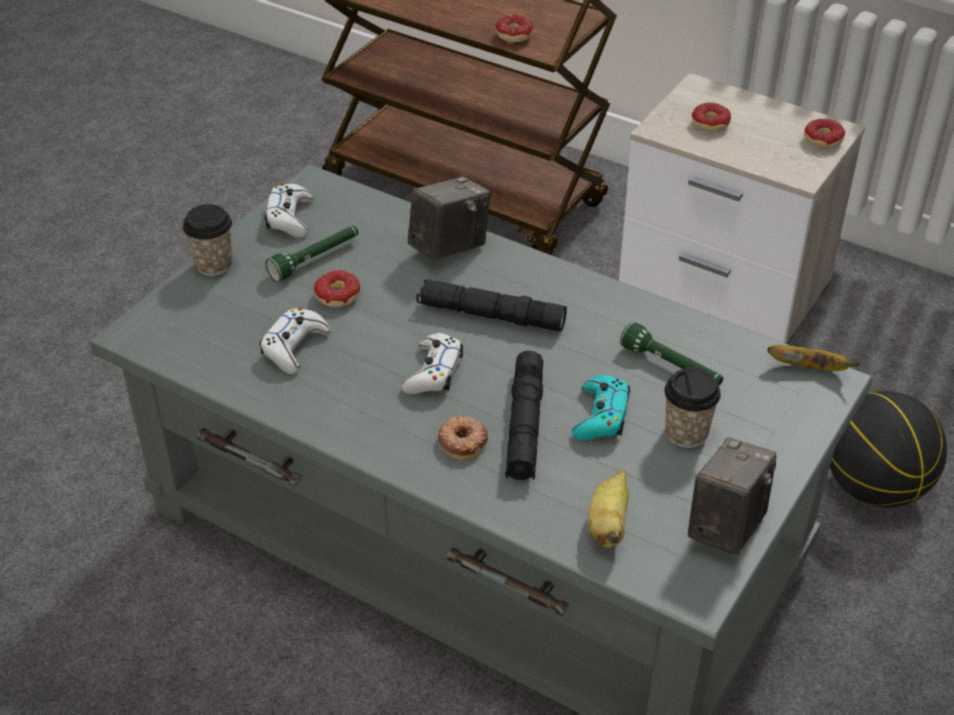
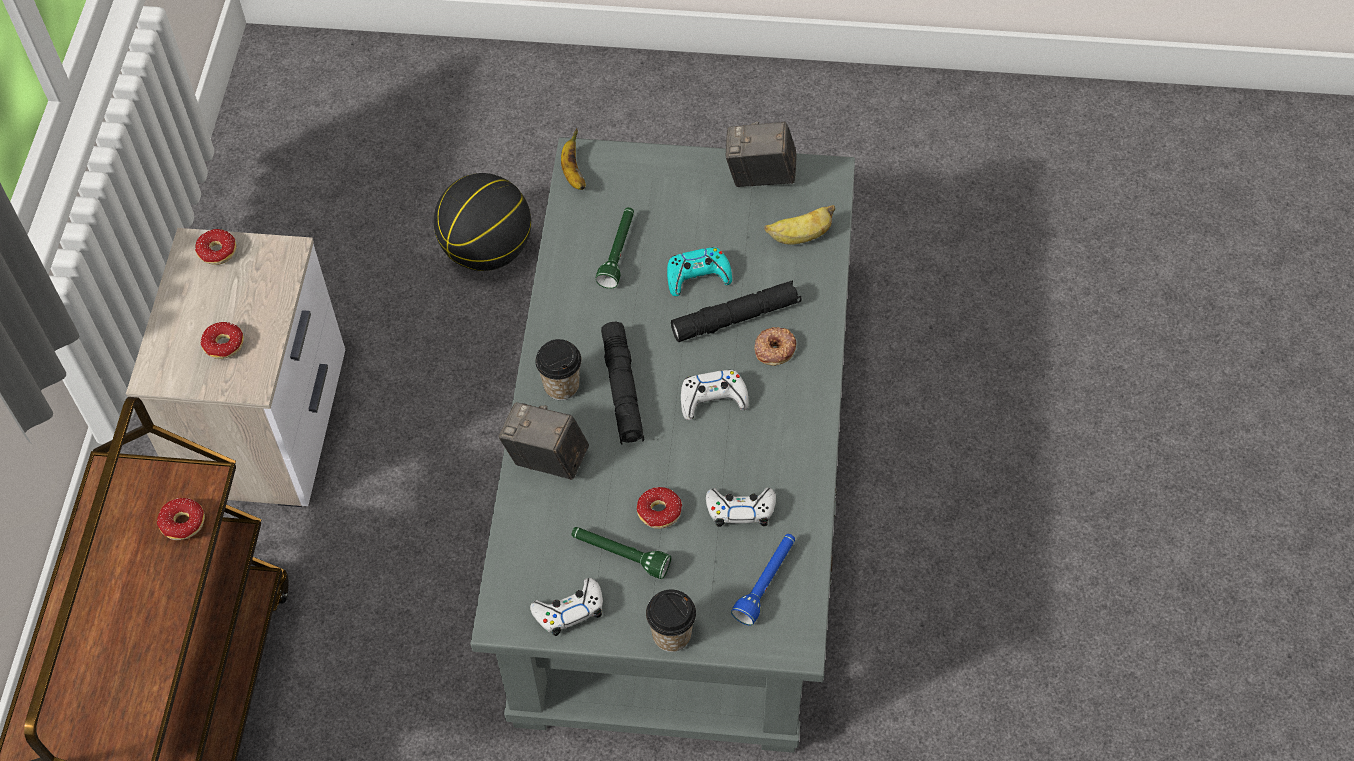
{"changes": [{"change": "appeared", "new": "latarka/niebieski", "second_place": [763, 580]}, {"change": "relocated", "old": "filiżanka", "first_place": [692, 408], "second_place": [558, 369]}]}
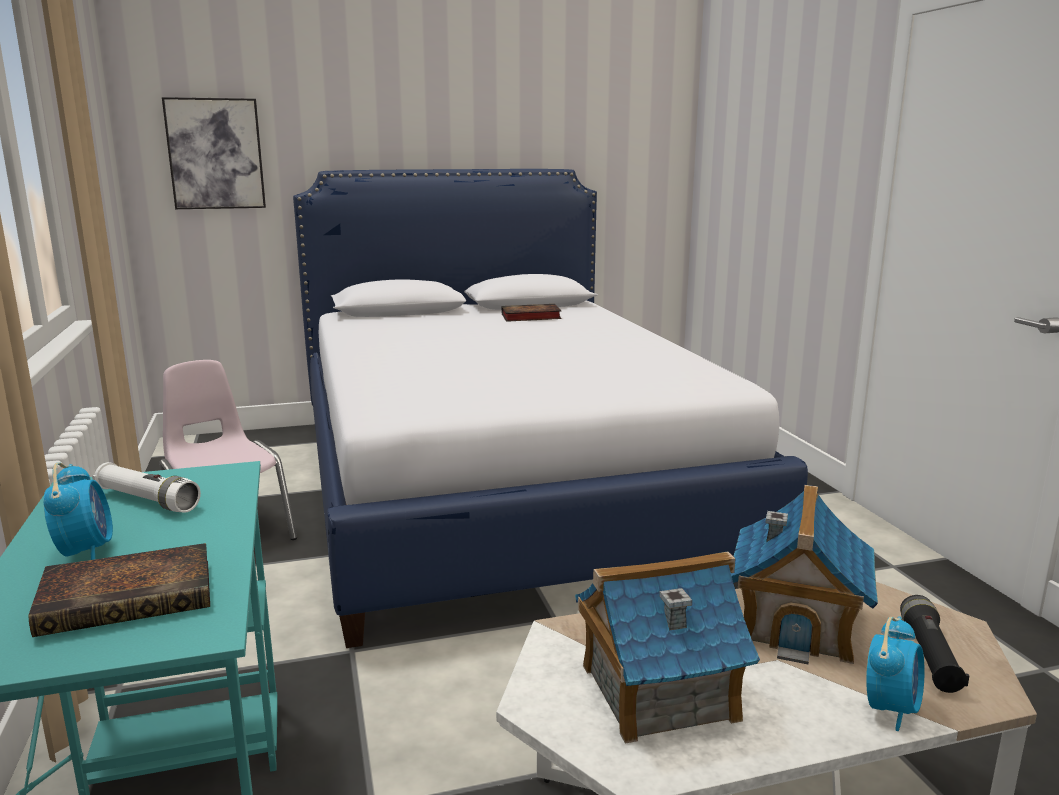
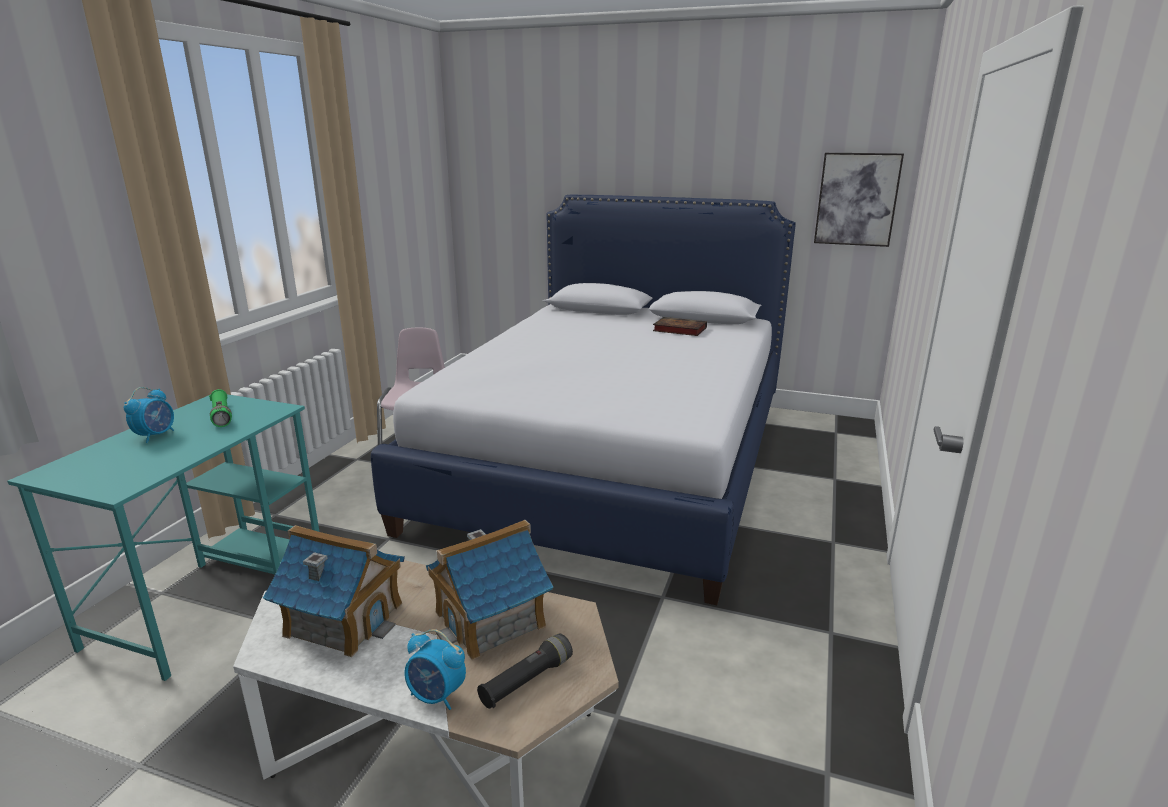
{"changes": [{"change": "missing", "old": "książka", "first_place": [119, 590]}, {"change": "relocated", "old": "obraz", "first_place": [214, 153], "second_place": [859, 200]}, {"change": "colour", "old": "latarka/biały", "new": "latarka/zielony", "first_place": [146, 487], "second_place": [220, 408]}, {"change": "spun", "old": "budzik", "first_place": [895, 673], "second_place": [435, 669], "degrees": 45}]}
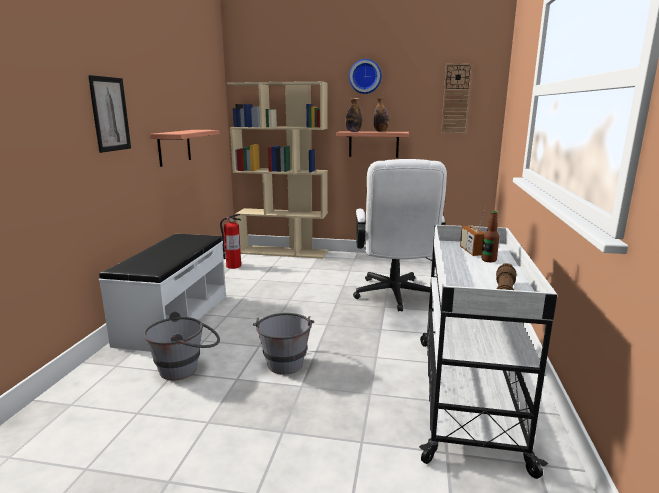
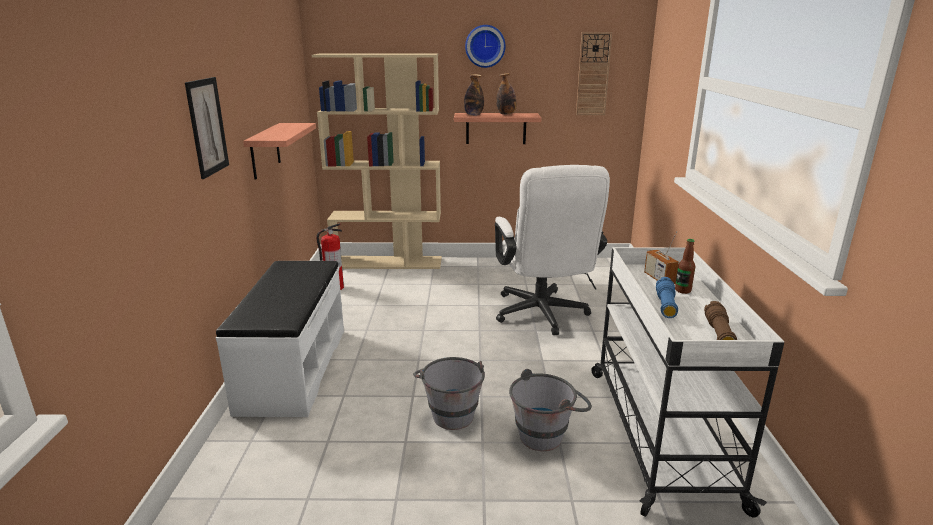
{"changes": [{"change": "appeared", "new": "latarka/niebieski", "second_place": [667, 297]}, {"change": "relocated", "old": "wiadro/szary", "first_place": [181, 346], "second_place": [550, 410]}]}
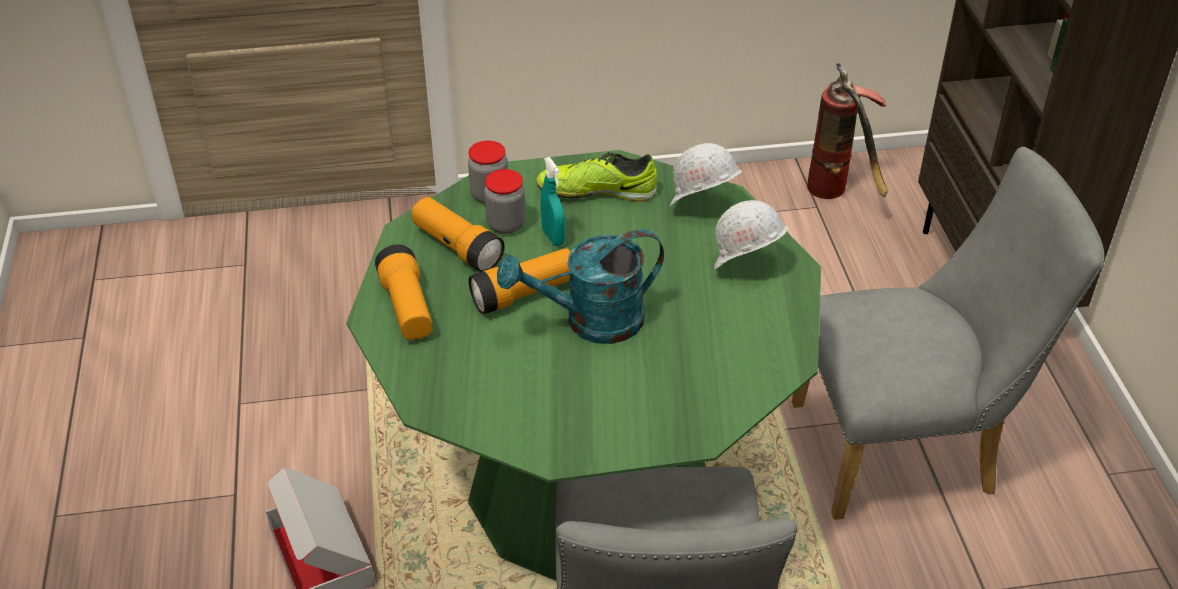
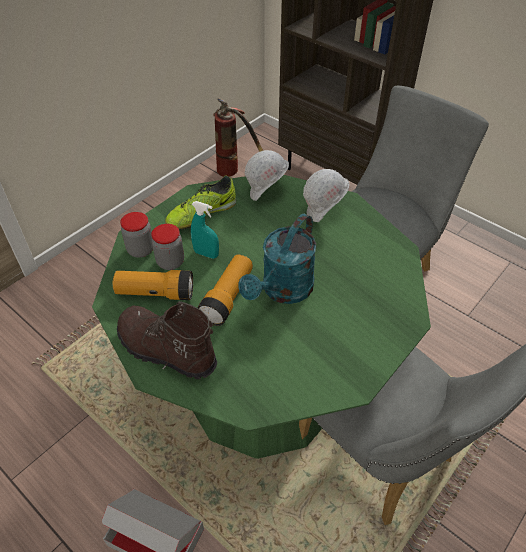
{"changes": [{"change": "exchanged", "old": "latarka", "new": "but z cholewką/brązowy", "first_place": [403, 292], "second_place": [167, 340]}]}
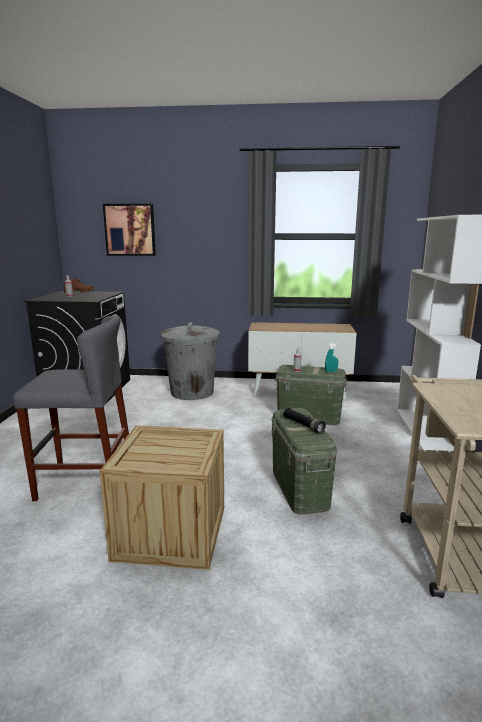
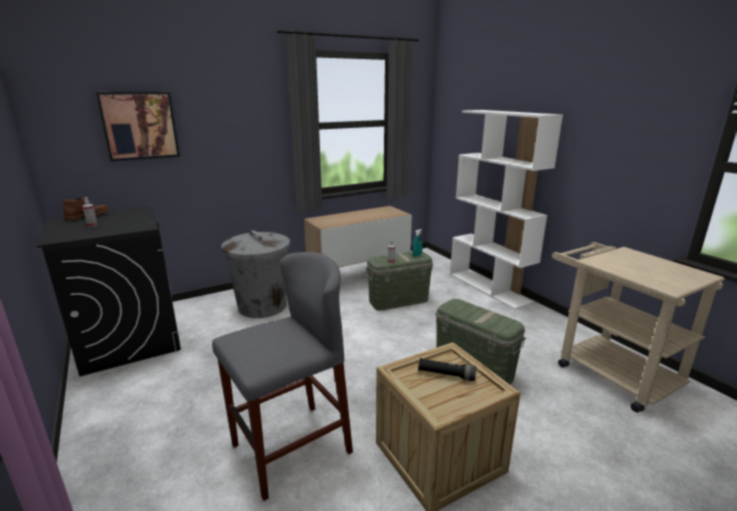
{"changes": [{"change": "relocated", "old": "latarka/czarny", "first_place": [304, 421], "second_place": [447, 369]}]}
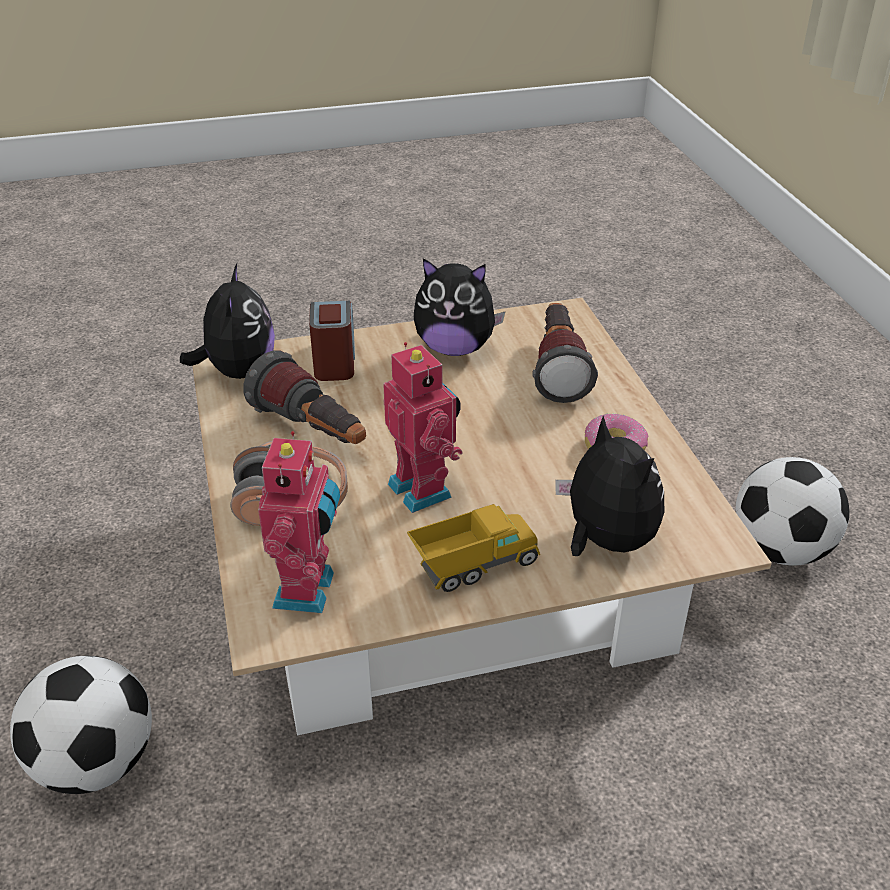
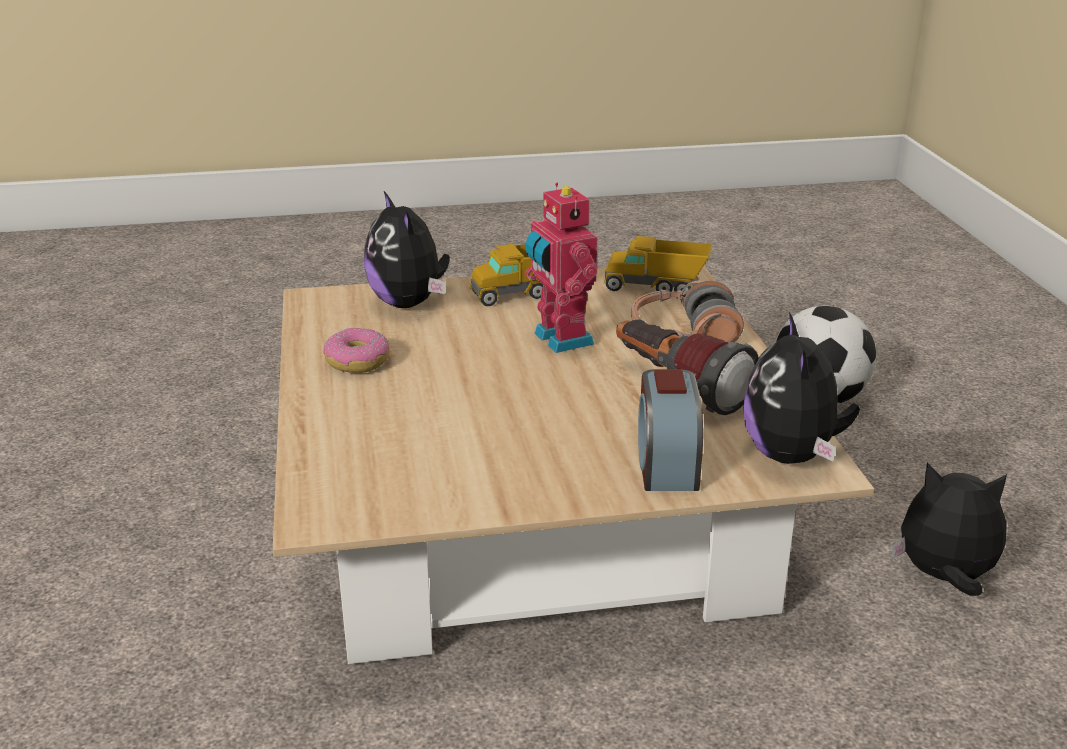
{"changes": [{"change": "missing", "old": "latarka", "first_place": [565, 353]}, {"change": "missing", "old": "piłka futbolowa", "first_place": [792, 511]}, {"change": "relocated", "old": "pluszak", "first_place": [460, 307], "second_place": [949, 529]}, {"change": "exchanged", "old": "robot zabawkowy", "new": "ciężarówka zabawkowa", "first_place": [299, 522], "second_place": [658, 266]}]}
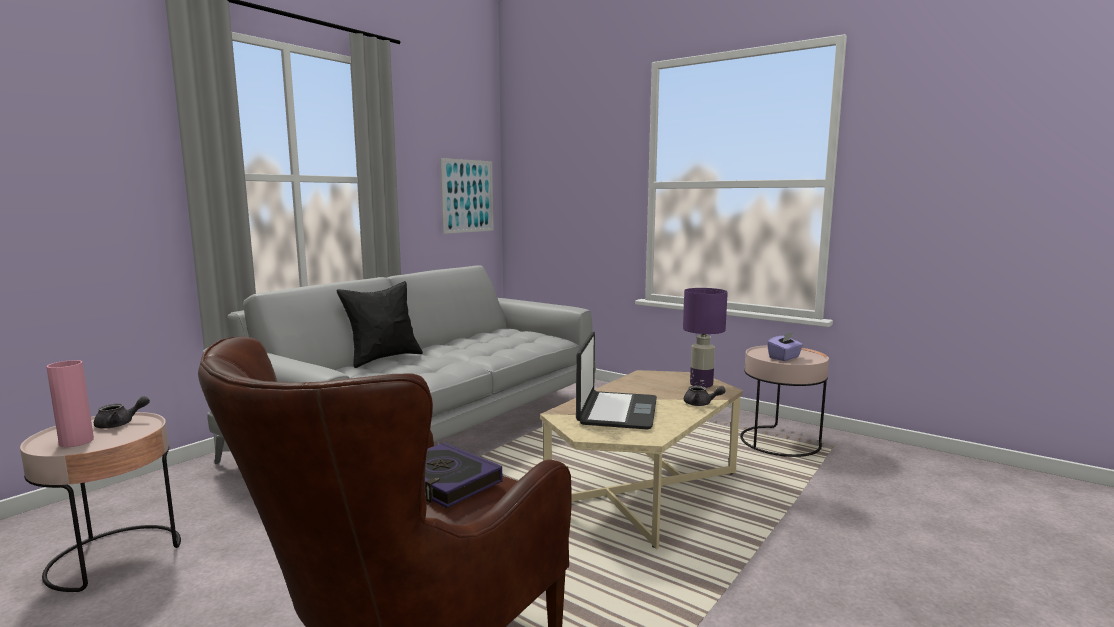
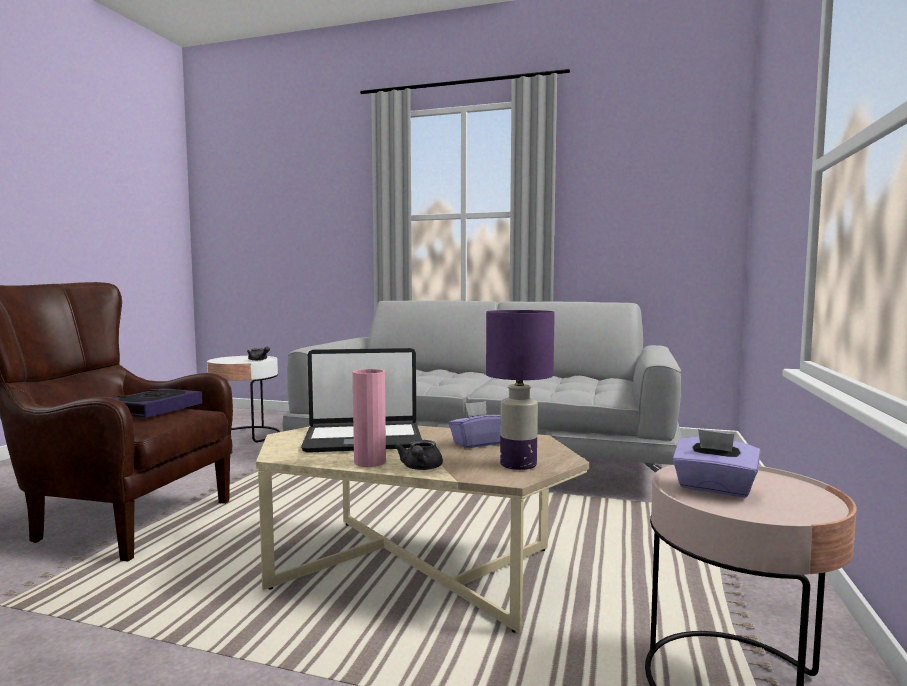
{"changes": [{"change": "missing", "old": "poduszka/czarny", "first_place": [380, 324]}, {"change": "missing", "old": "obraz", "first_place": [467, 196]}, {"change": "appeared", "new": "pudełko chusteczek/fioletowy", "second_place": [474, 424]}, {"change": "relocated", "old": "wazon/różowy", "first_place": [70, 403], "second_place": [369, 418]}, {"change": "colour", "old": "stolik/różowy", "new": "stolik/biały", "first_place": [100, 502], "second_place": [243, 399]}]}
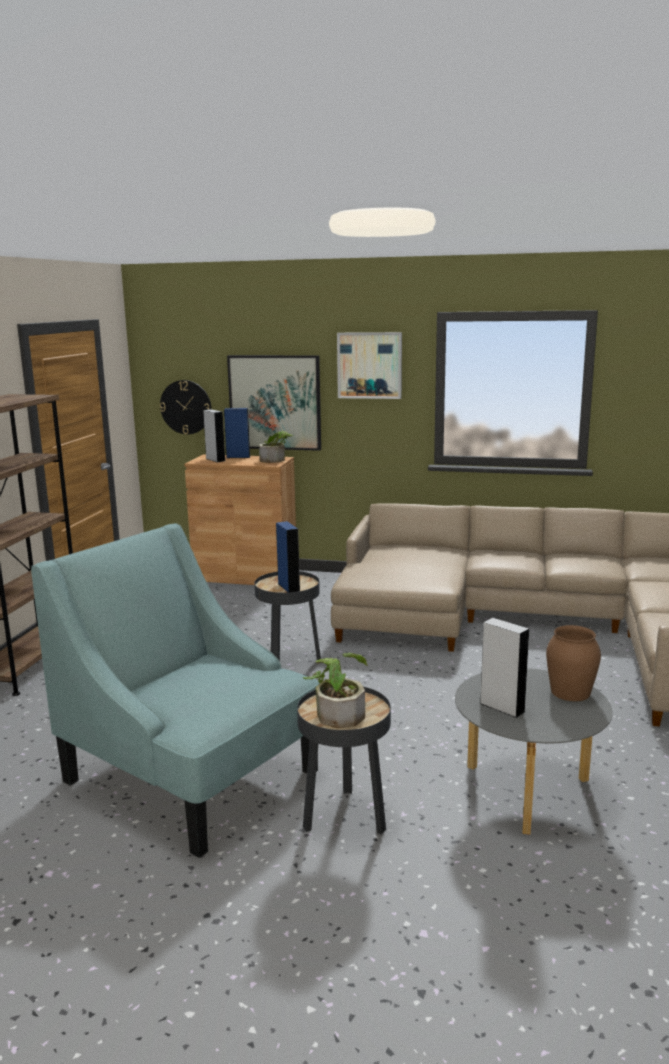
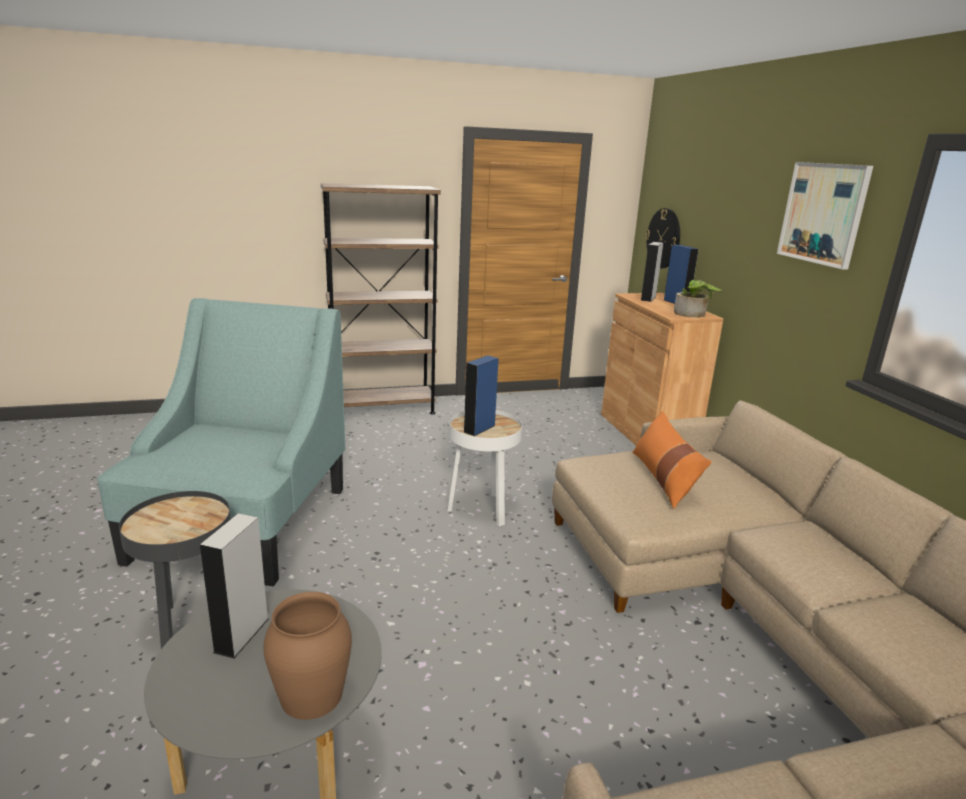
{"changes": [{"change": "missing", "old": "obraz", "first_place": [274, 403]}, {"change": "missing", "old": "roślina doniczkowa", "first_place": [335, 690]}, {"change": "appeared", "new": "poduszka/pomarańczowy", "second_place": [672, 460]}, {"change": "colour", "old": "stolik/czarny", "new": "stolik/biały", "first_place": [287, 616], "second_place": [484, 468]}]}
